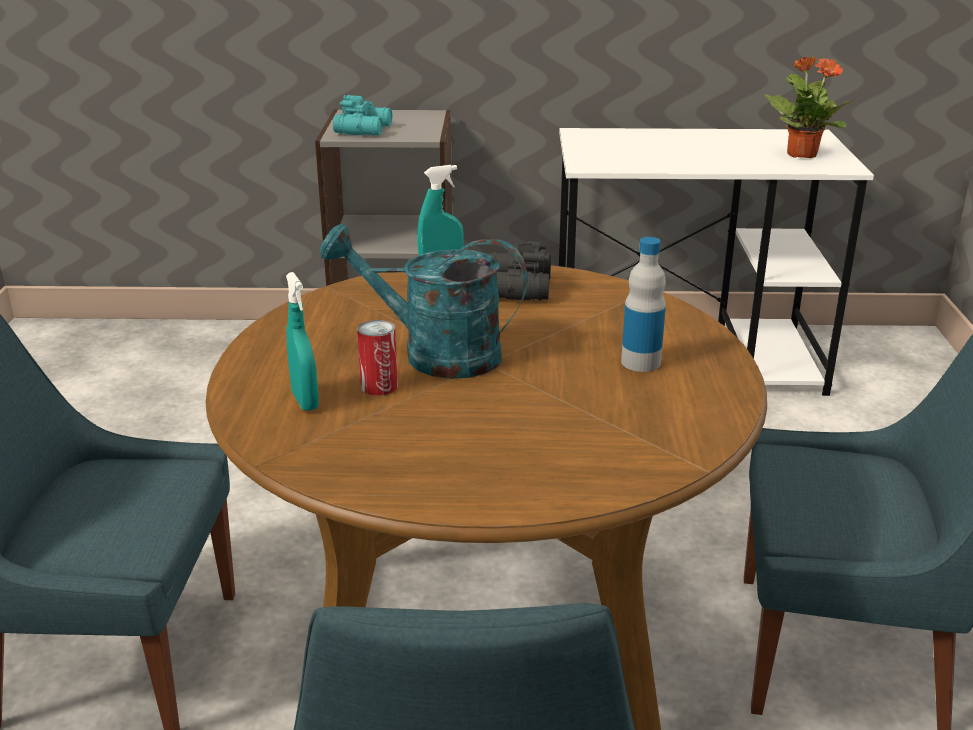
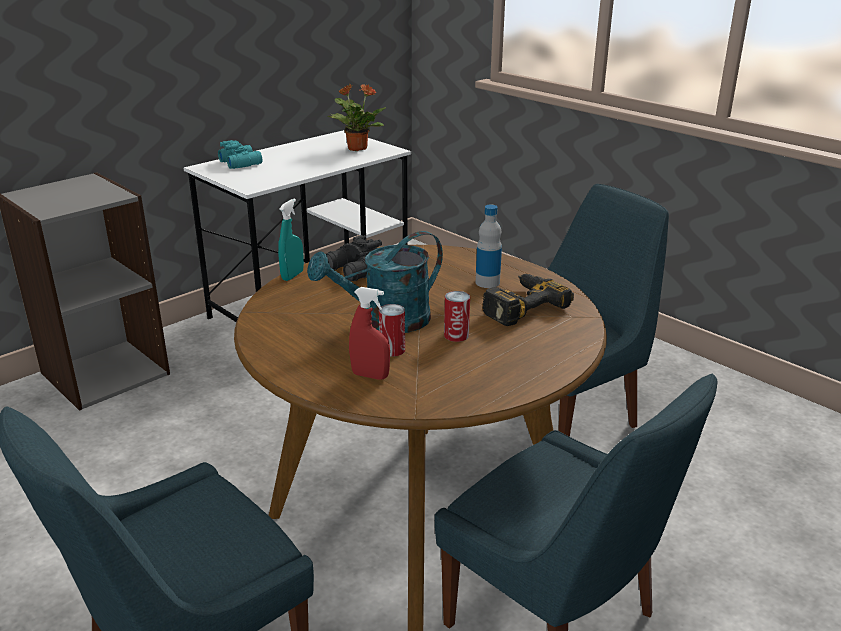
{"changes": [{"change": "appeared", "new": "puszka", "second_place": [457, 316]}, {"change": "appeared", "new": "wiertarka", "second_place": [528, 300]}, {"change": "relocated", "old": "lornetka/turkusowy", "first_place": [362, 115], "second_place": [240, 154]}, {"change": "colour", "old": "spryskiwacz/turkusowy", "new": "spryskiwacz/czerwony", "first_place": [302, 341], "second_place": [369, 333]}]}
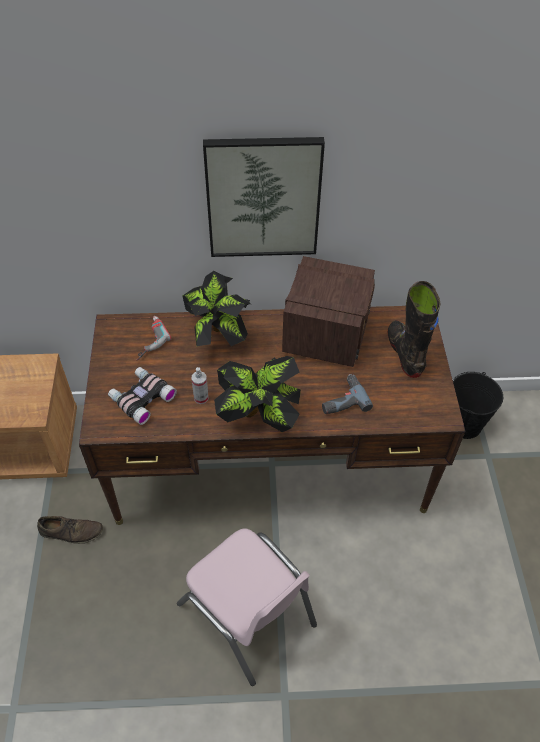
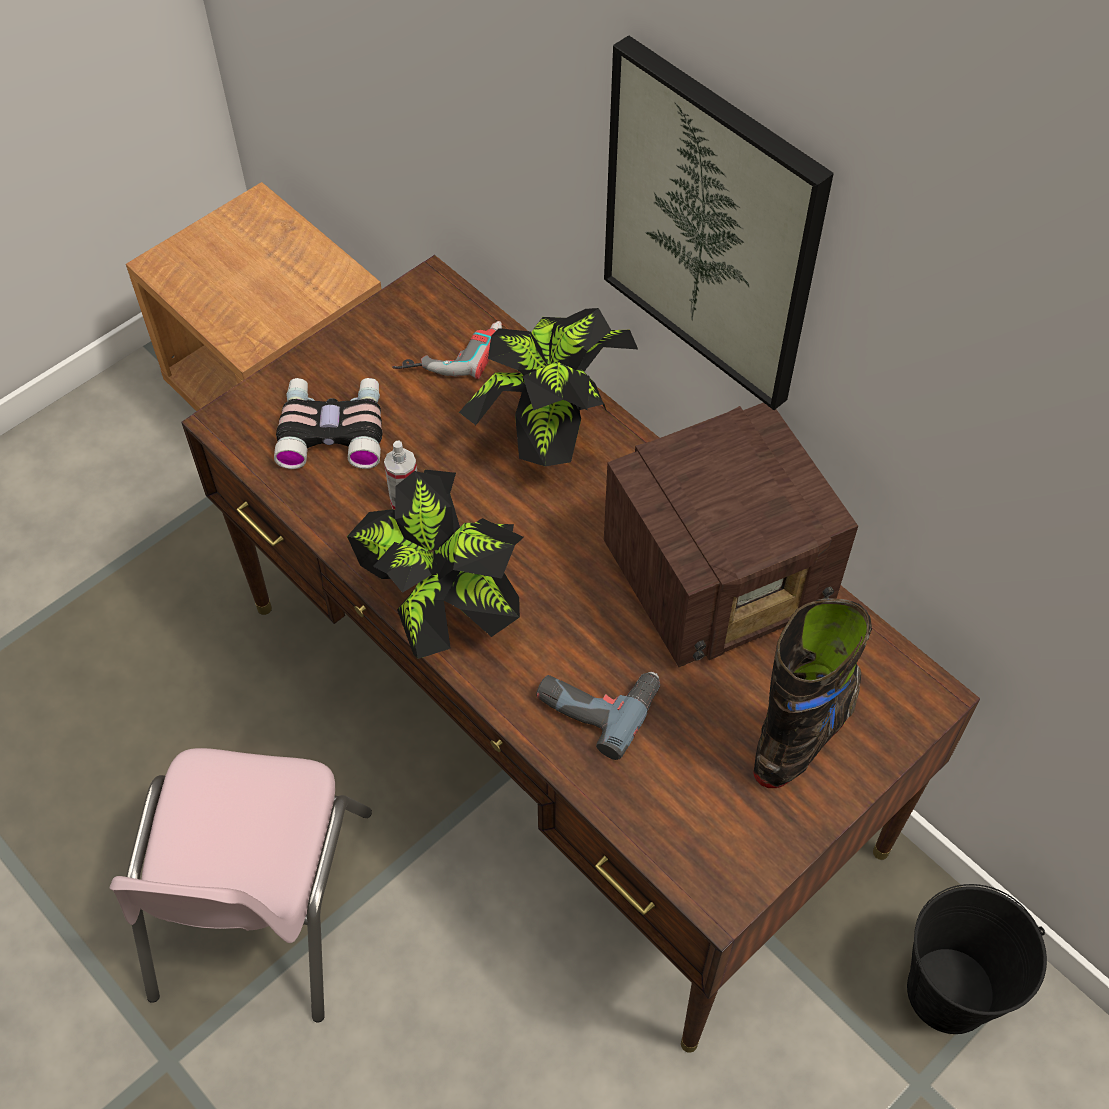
{"changes": [{"change": "missing", "old": "but/brązowy", "first_place": [70, 530]}]}
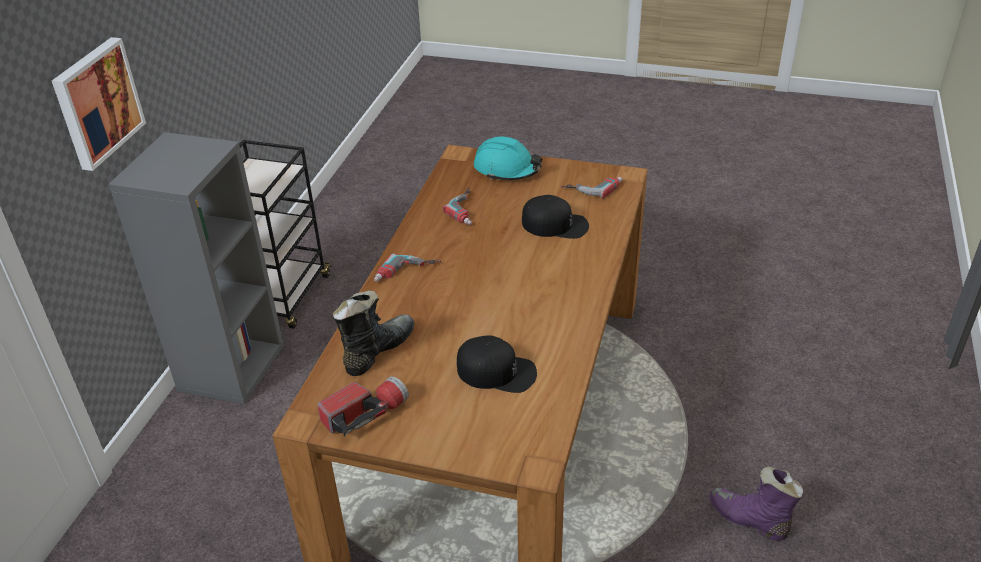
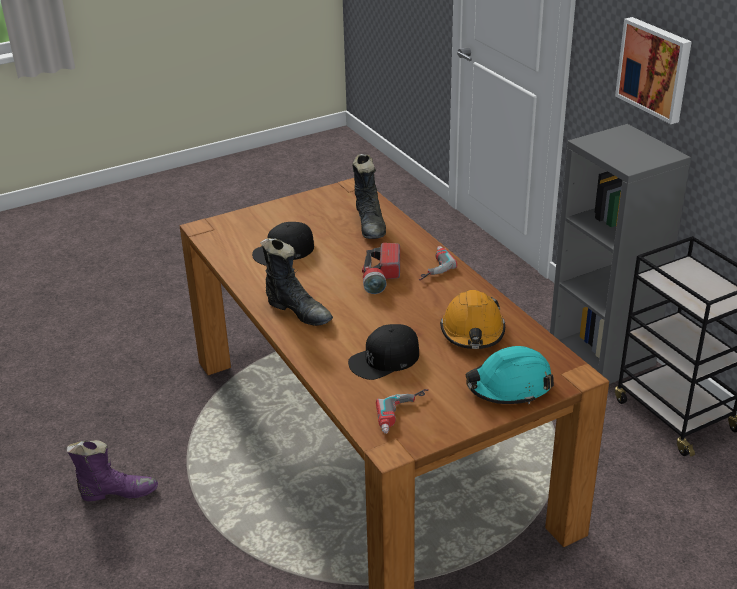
{"changes": [{"change": "appeared", "new": "but z cholewką/czarny", "second_place": [296, 282]}, {"change": "relocated", "old": "latarka", "first_place": [363, 406], "second_place": [381, 268]}, {"change": "exchanged", "old": "wiertarka", "new": "kask/pomarańczowy", "first_place": [457, 206], "second_place": [472, 319]}]}
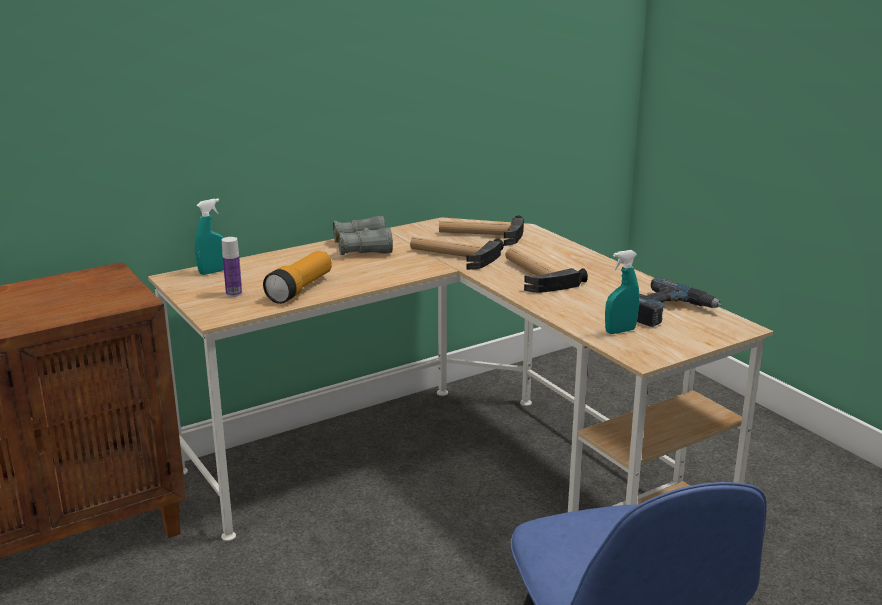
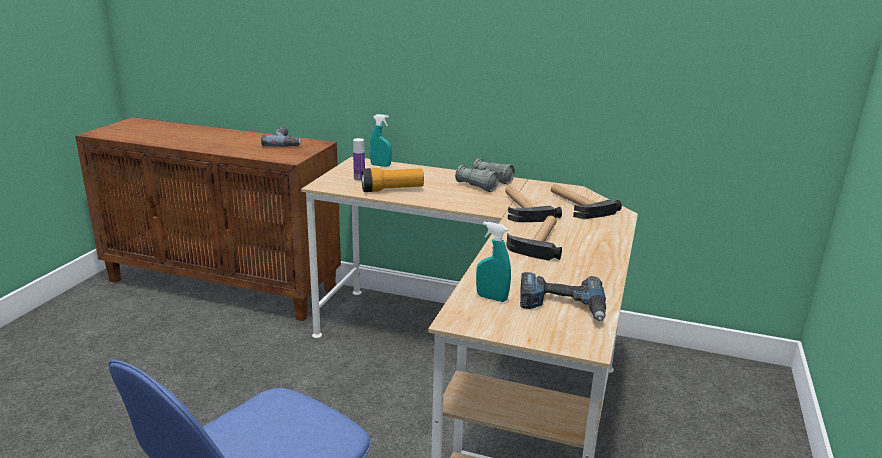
{"changes": [{"change": "appeared", "new": "wiertarka", "second_place": [281, 137]}]}
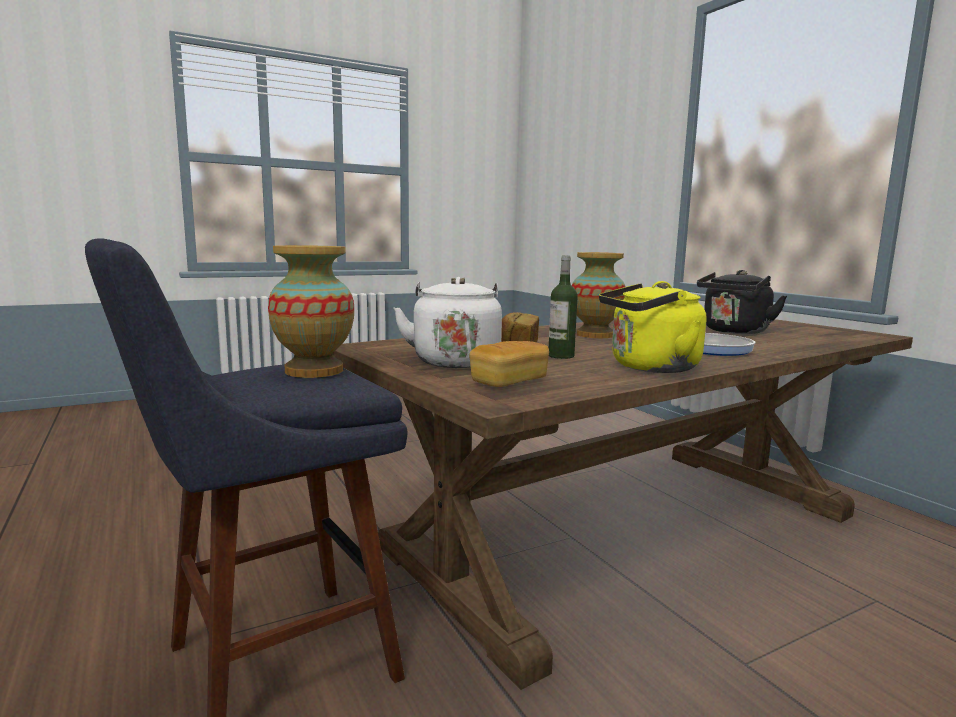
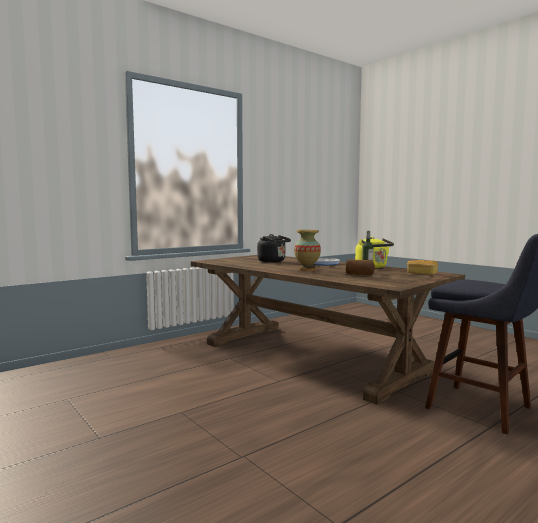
{"changes": [{"change": "missing", "old": "wazon", "first_place": [311, 311]}, {"change": "missing", "old": "czajnik/biały", "first_place": [447, 322]}]}
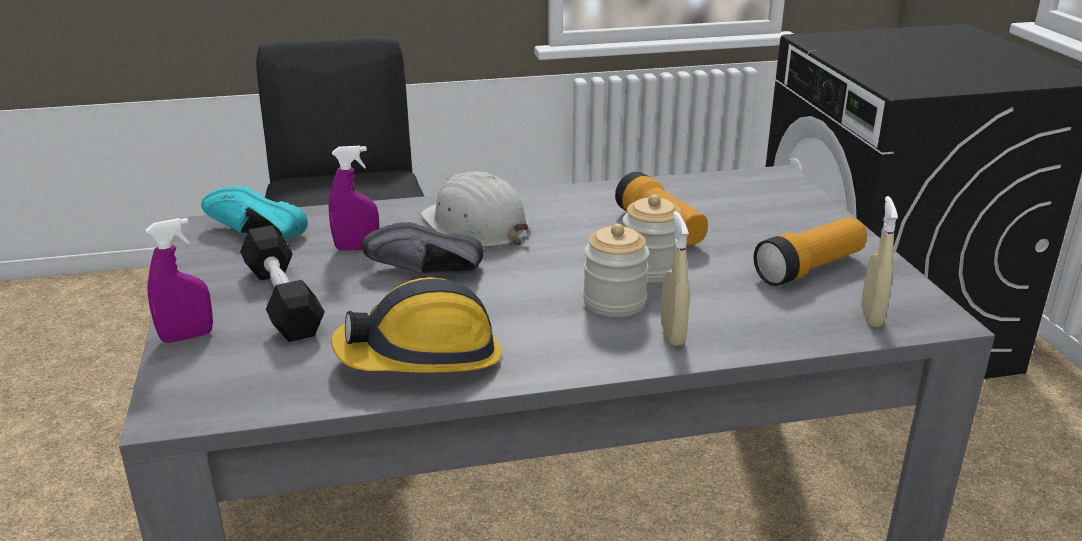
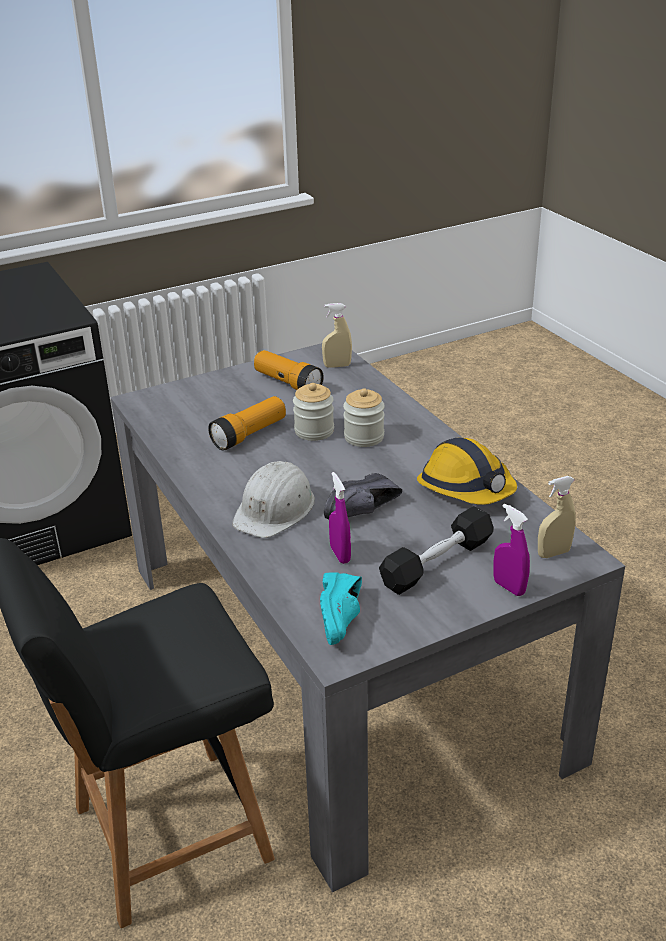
{"changes": [{"change": "relocated", "old": "spryskiwacz/beżowy", "first_place": [675, 278], "second_place": [557, 517]}, {"change": "spun", "old": "but/czarny", "first_place": [423, 248], "second_place": [363, 496], "degrees": 60}]}
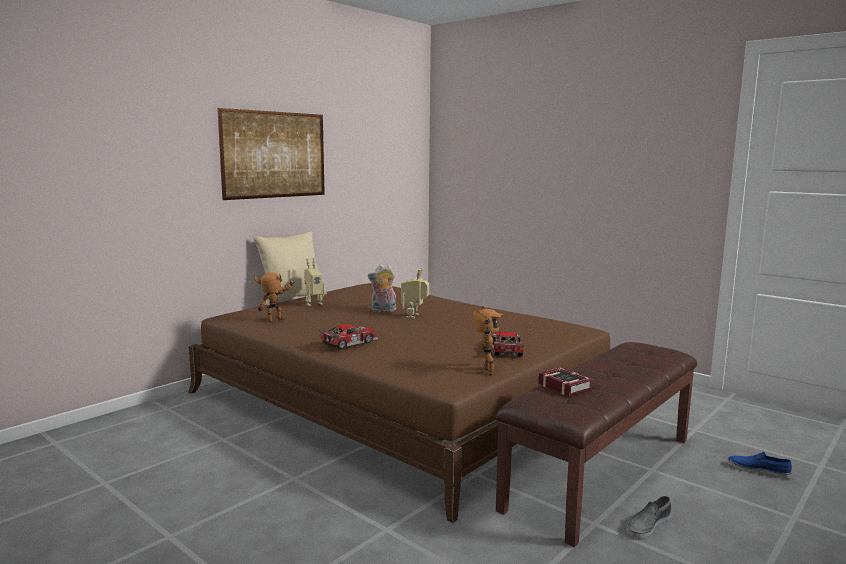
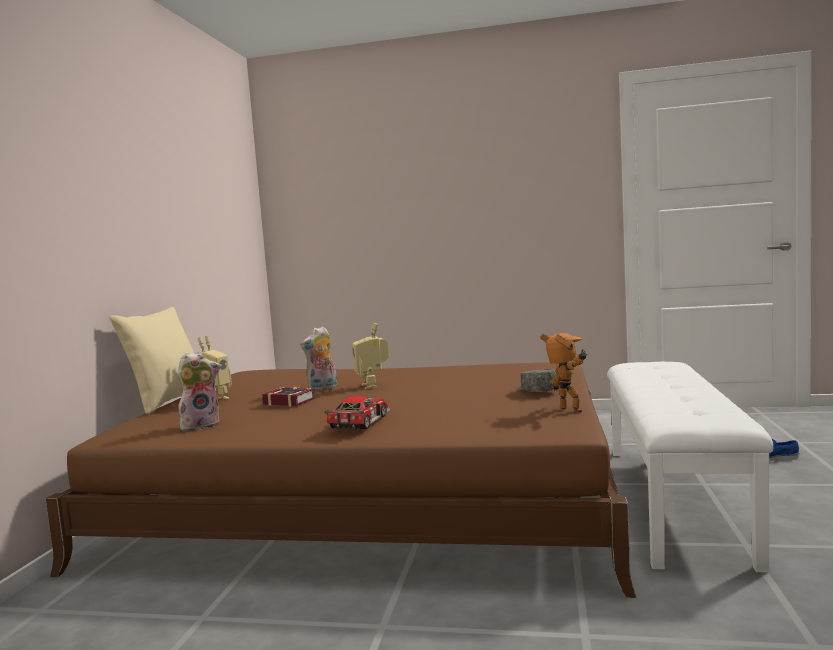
{"changes": [{"change": "missing", "old": "obraz", "first_place": [271, 154]}, {"change": "missing", "old": "but/szary", "first_place": [648, 517]}, {"change": "relocated", "old": "książka", "first_place": [565, 381], "second_place": [288, 397]}, {"change": "exchanged", "old": "robot zabawkowy", "new": "pluszak", "first_place": [274, 297], "second_place": [199, 391]}, {"change": "exchanged", "old": "samochodzik", "new": "czapka z daszkiem/szary", "first_place": [508, 344], "second_place": [536, 380]}, {"change": "colour", "old": "ławka/brązowy", "new": "ławka/biały", "first_place": [596, 444], "second_place": [690, 467]}]}
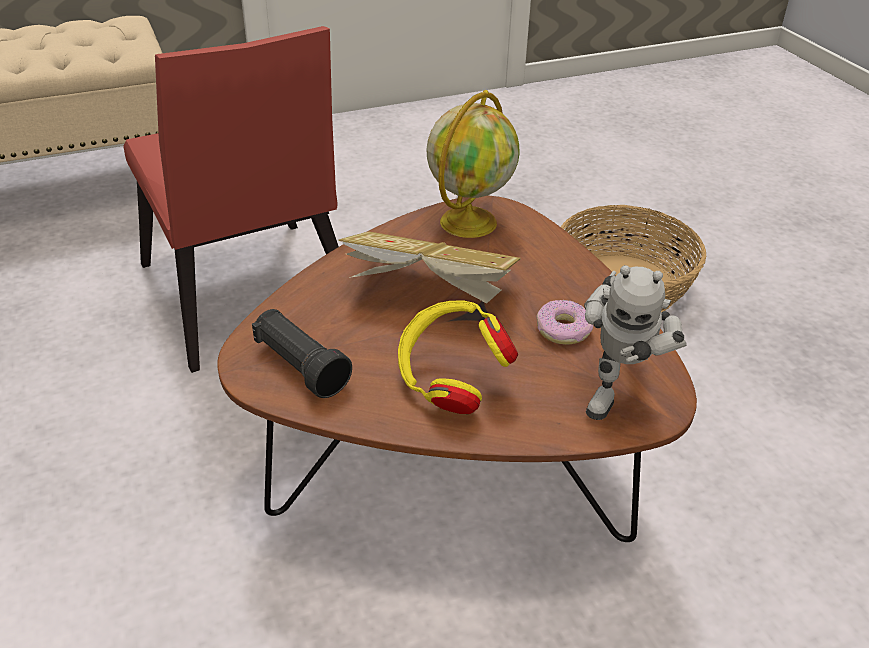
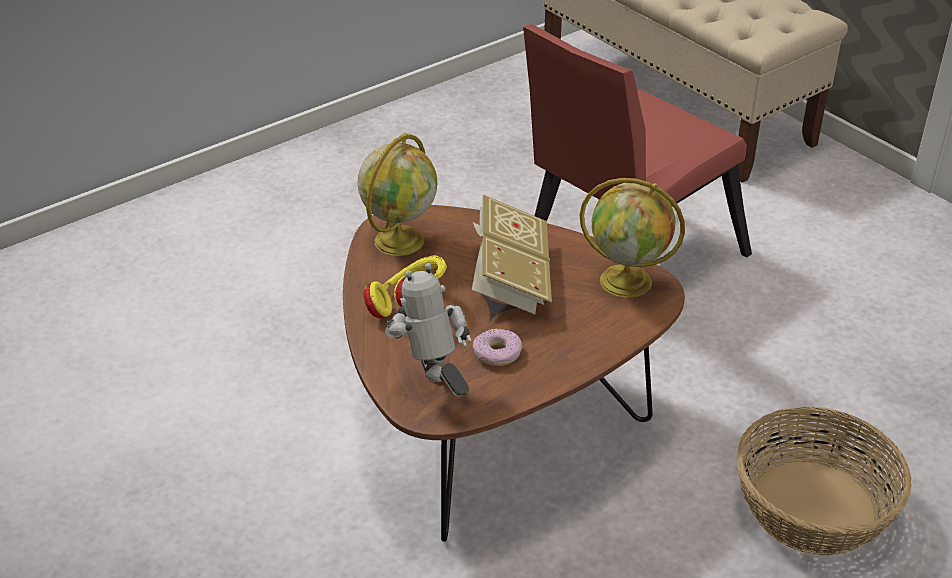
{"changes": [{"change": "exchanged", "old": "latarka/czarny", "new": "globus", "first_place": [302, 353], "second_place": [397, 194]}, {"change": "spun", "old": "robot zabawkowy", "first_place": [635, 342], "second_place": [428, 330], "degrees": 60}]}
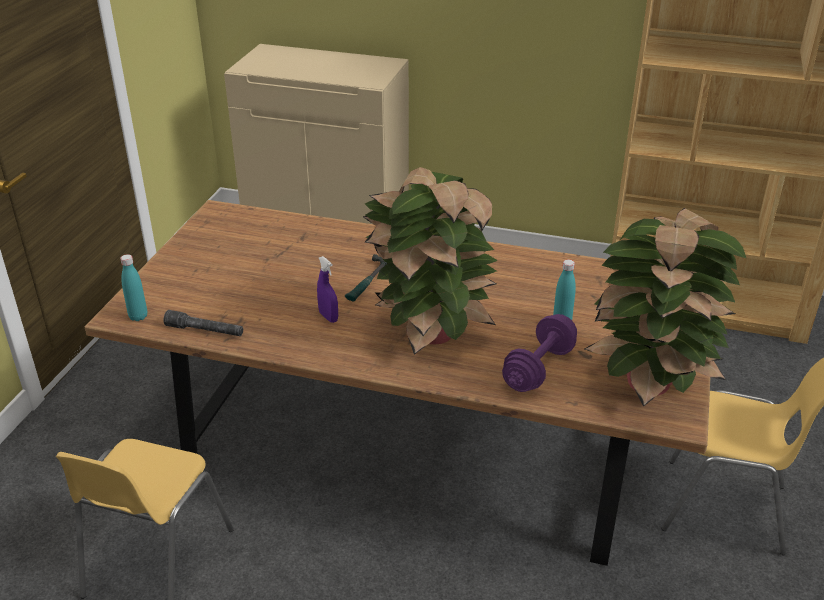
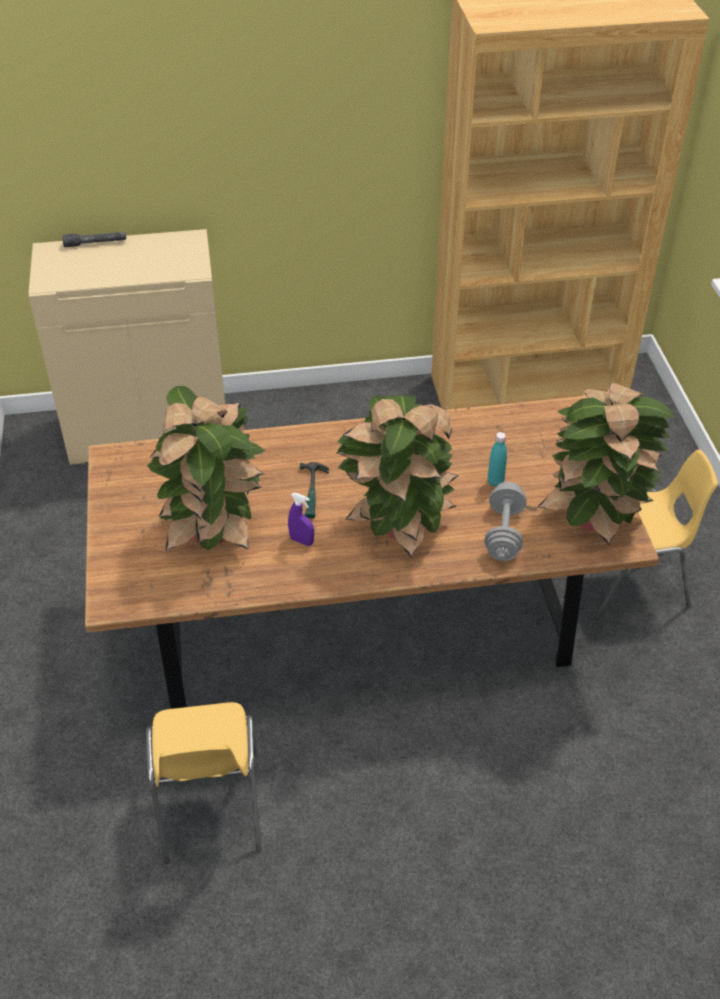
{"changes": [{"change": "missing", "old": "butelka/turkusowy", "first_place": [133, 287]}, {"change": "appeared", "new": "roślina doniczkowa", "second_place": [206, 468]}, {"change": "relocated", "old": "latarka/szary", "first_place": [203, 323], "second_place": [94, 239]}, {"change": "colour", "old": "hantel/fioletowy", "new": "hantel/szary", "first_place": [539, 353], "second_place": [505, 521]}]}
